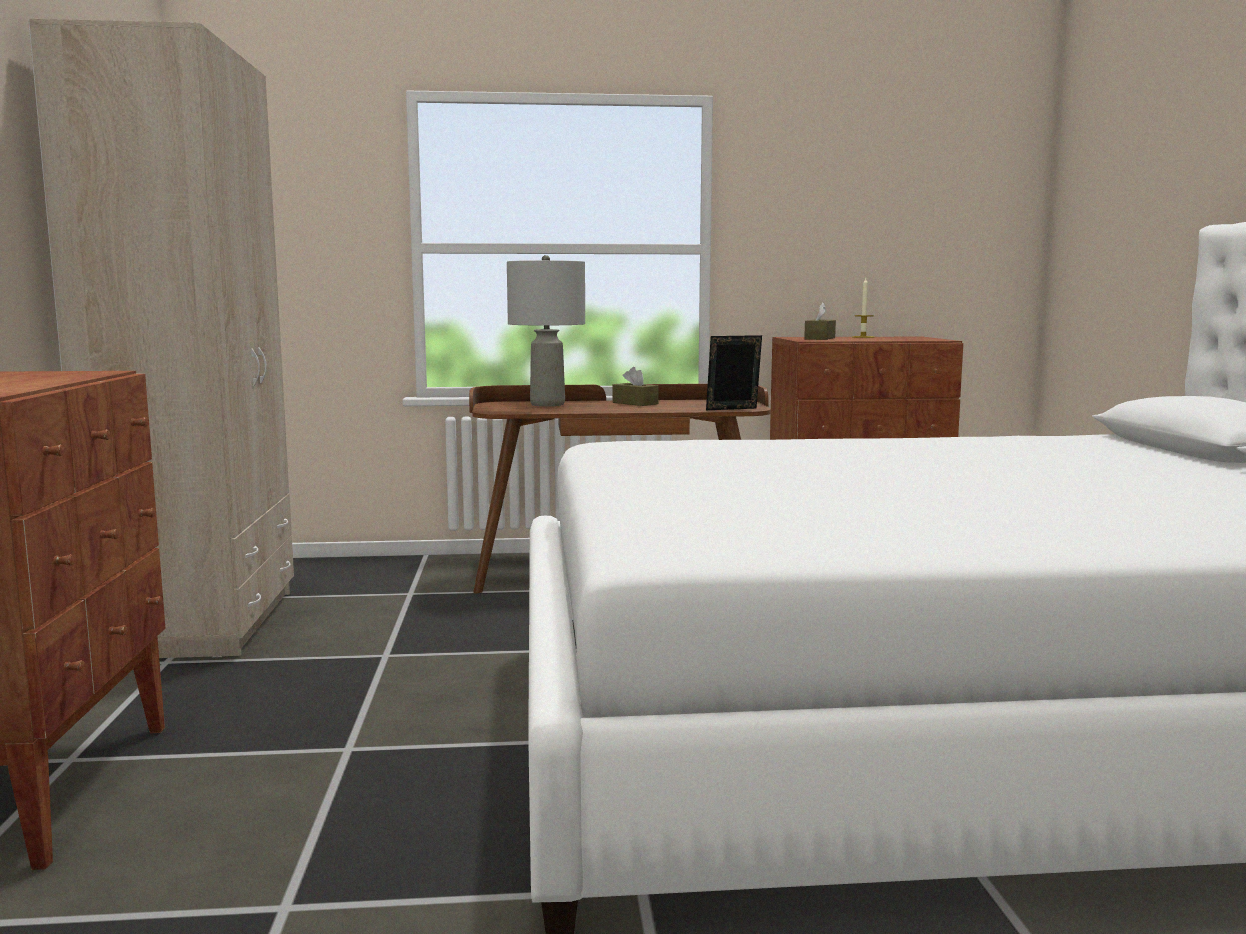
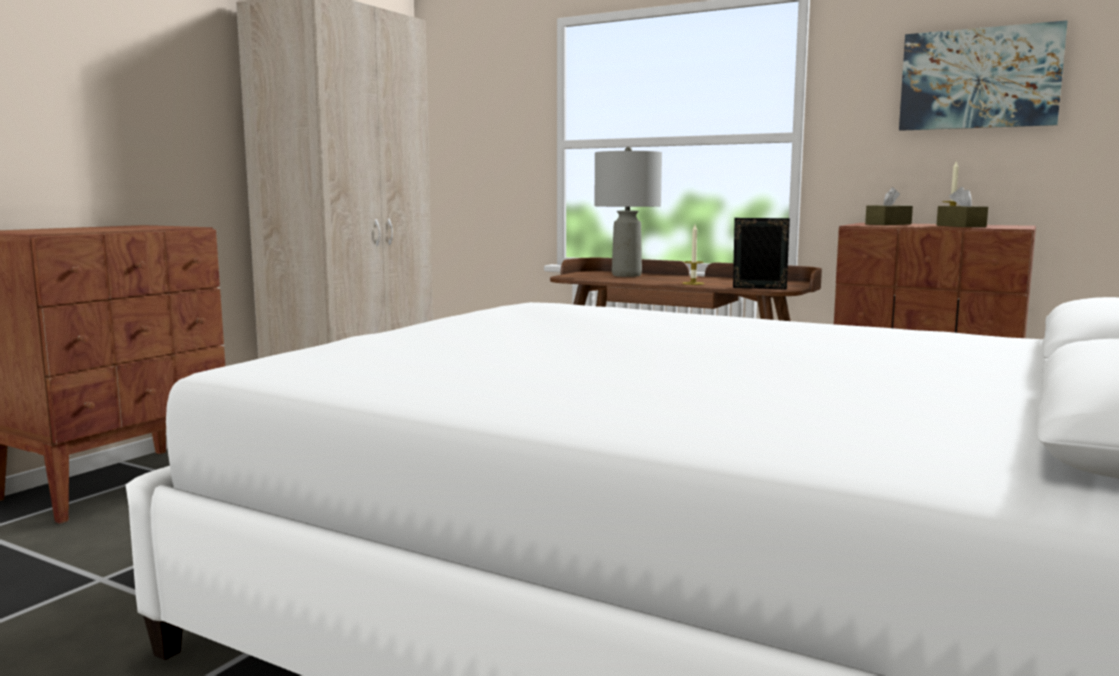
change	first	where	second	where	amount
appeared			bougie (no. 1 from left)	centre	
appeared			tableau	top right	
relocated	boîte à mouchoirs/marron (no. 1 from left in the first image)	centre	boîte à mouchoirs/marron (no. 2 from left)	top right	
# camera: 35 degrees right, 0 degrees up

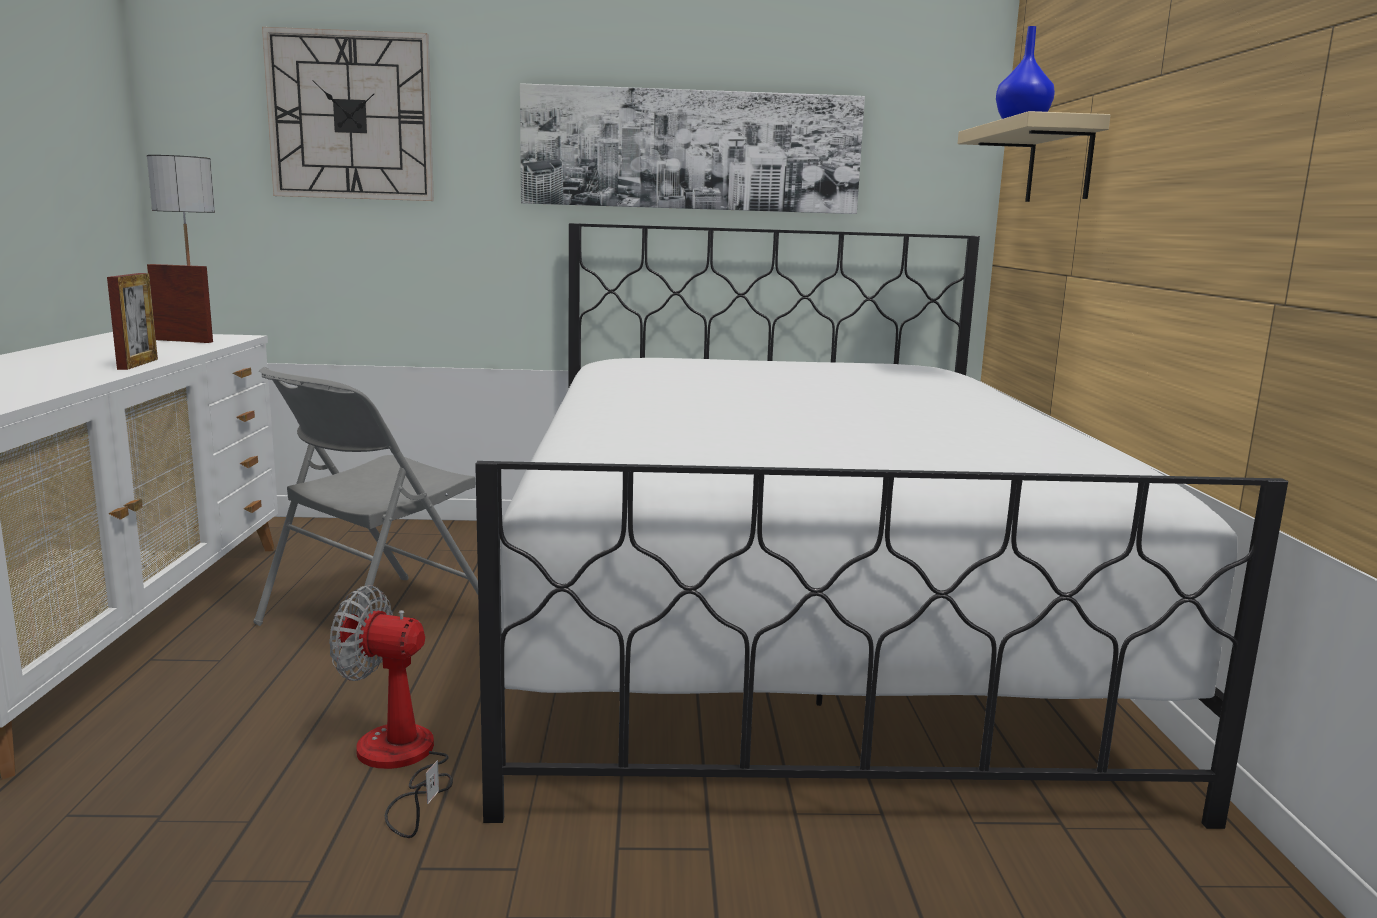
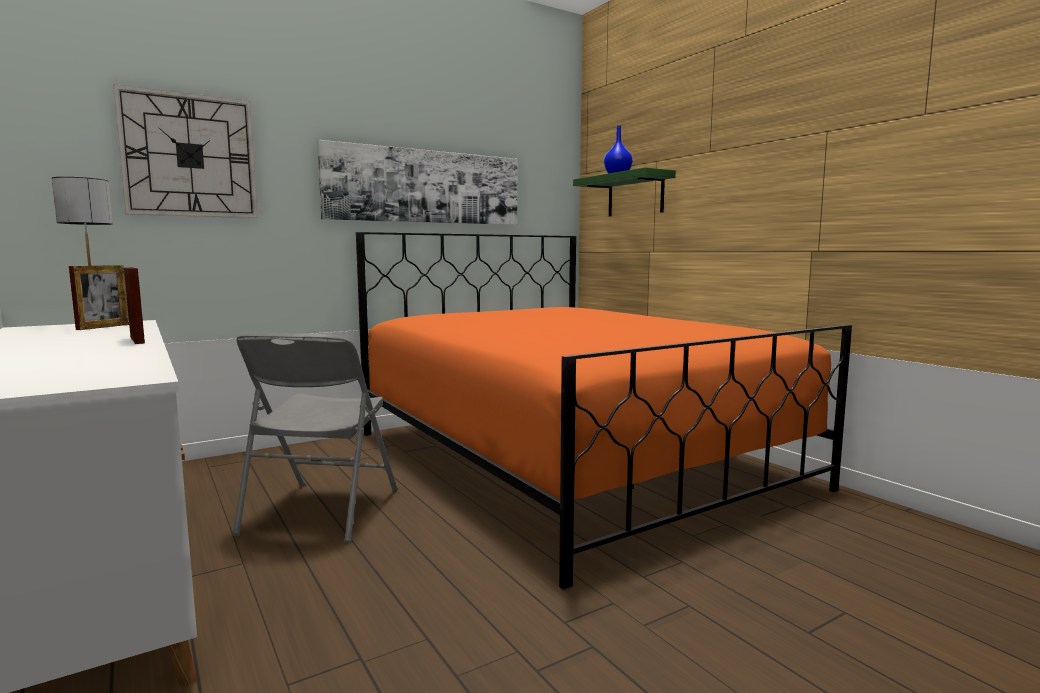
change	first	where	second	where	amount
missing	ventilateur	bottom left			
colour	lit/blanc	centre	lit/orange	centre	
colour	étagère/beige	top right	étagère/vert	top centre	
spun	cadre photo (no. 2 from left in the first image)	top left	cadre photo (no. 1 from left)	middle left	135 degrees clockwise
# camera: 30 degrees left, 5 degrees down

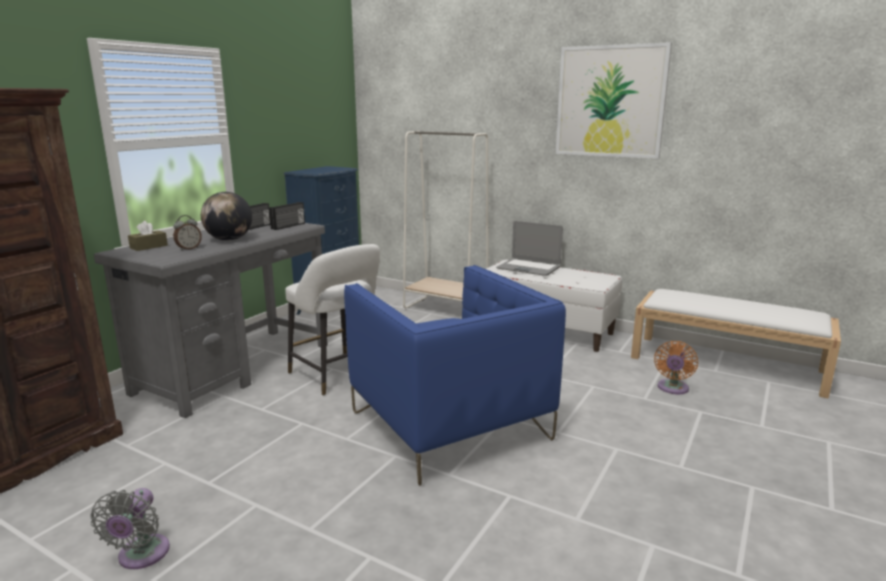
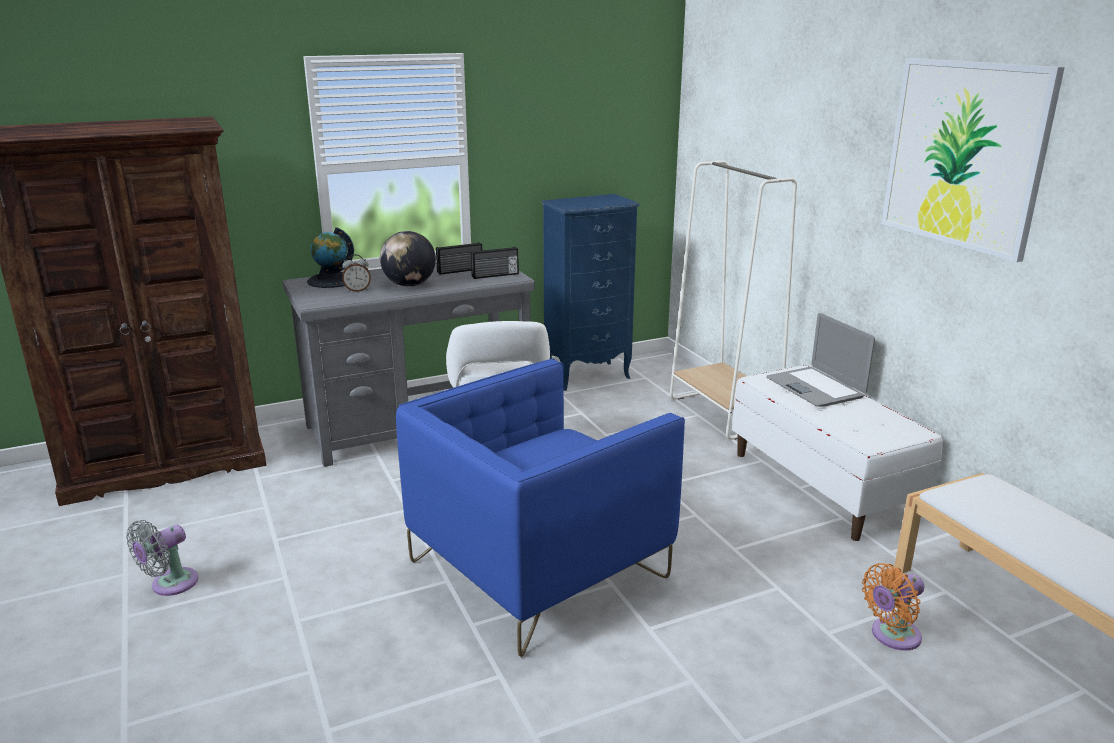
change	first	where	second	where	amount
exchanged	boîte à mouchoirs/marron	middle left	globe (no. 1 from left)	middle left	
spun	fauteuil/bleu	centre		bottom centre	45 degrees clockwise
# camera: 35 degrees right, 5 degrees up

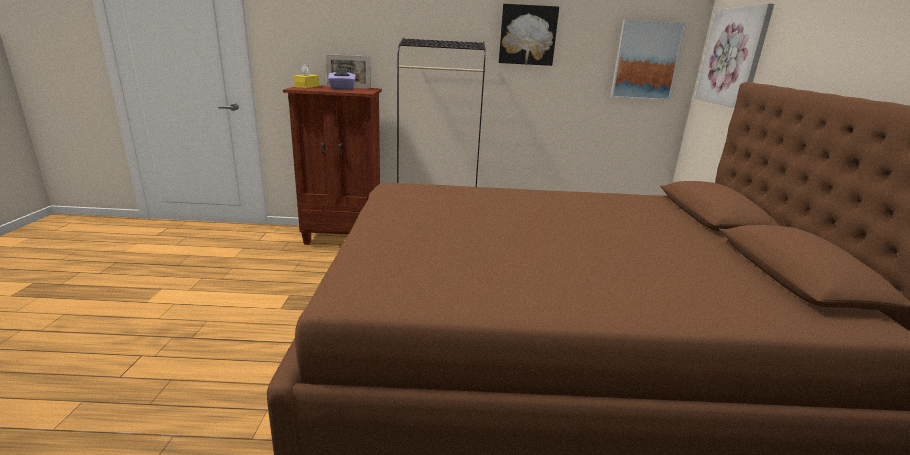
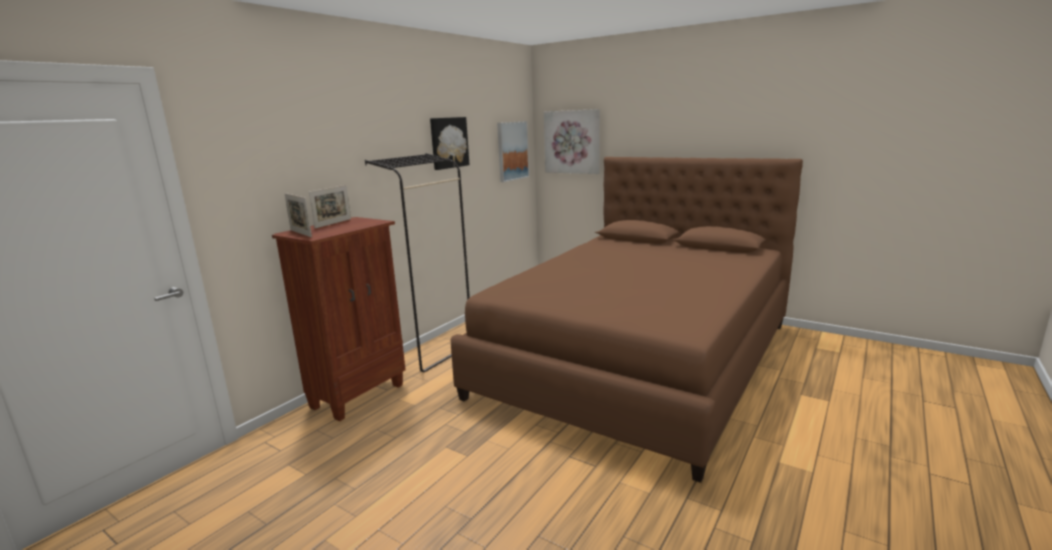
change	first	where	second	where	amount
missing	boîte à mouchoirs/violet	top centre			
exchanged	boîte à mouchoirs/jaune	top centre	cadre photo (no. 1 from left)	middle left	
# camera: 55 degrees left, 5 degrees down

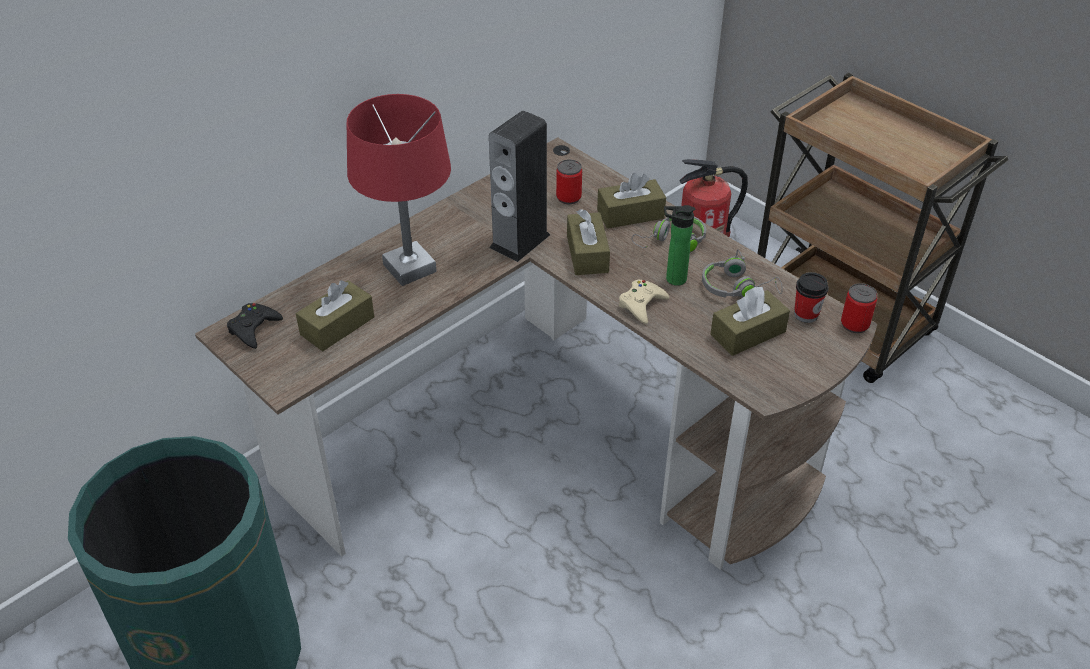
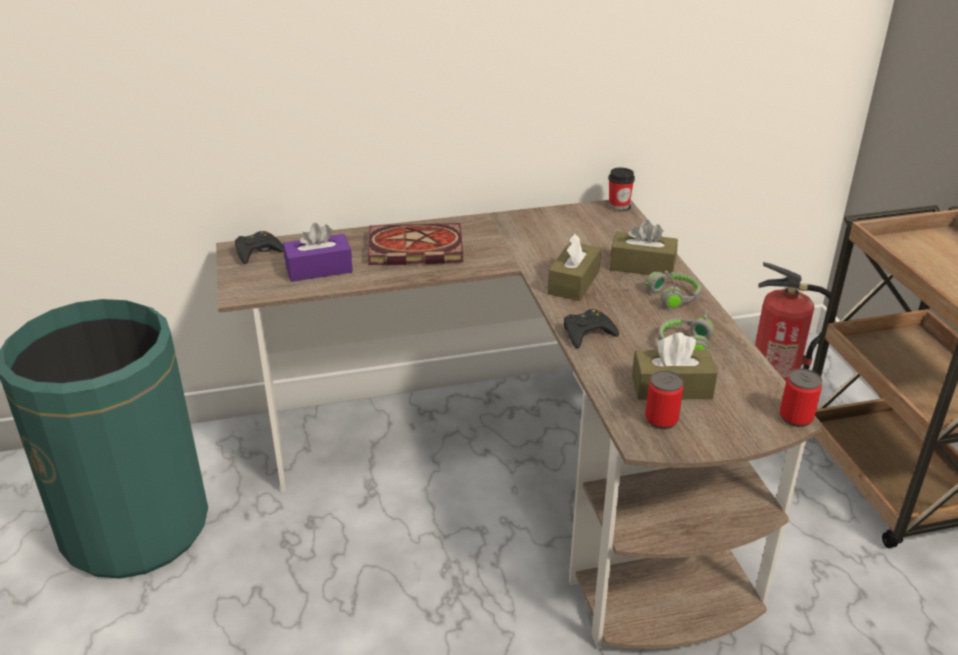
change	first	where	second	where	amount
missing	enceinte	top centre			
missing	bouteille	centre			
relocated	boîte métallique (no. 1 from left)	top centre		middle right	
relocated	tasse	middle right		top centre	
exchanged	lampe de table/rouge	top centre	livre	centre	
colour	boîte à mouchoirs/marron (no. 1 from left)	middle left	boîte à mouchoirs/violet	middle left	
colour	manette/beige	centre	manette/noir (no. 2 from left)	centre	
# camera: 30 degrees right, 10 degrees down

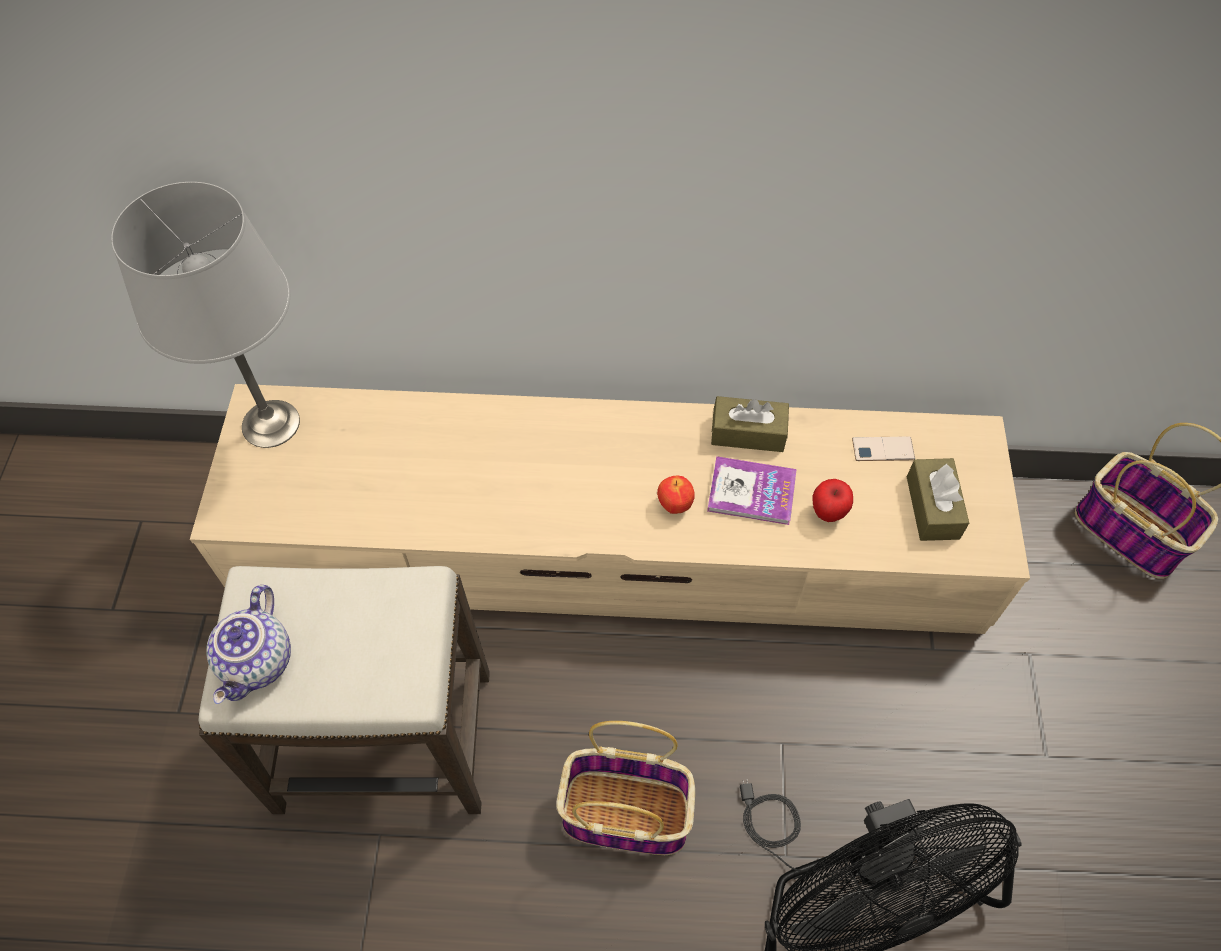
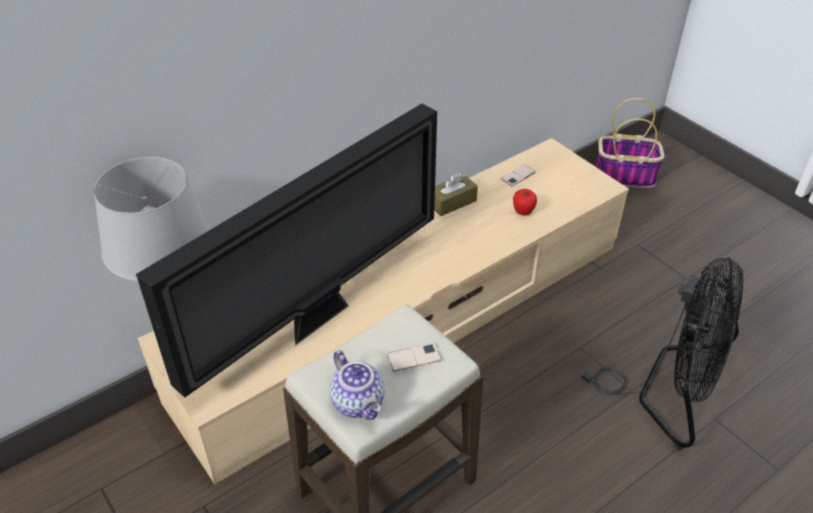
change	first	where	second	where	amount
missing	panier (no. 1 from left)	bottom centre			
missing	pomme (no. 1 from left)	centre			
missing	livre	centre			
missing	boîte à mouchoirs/marron (no. 2 from left)	middle right			
appeared			téléviseur	centre	
appeared			téléphone (no. 1 from left)	bottom centre	
# camera: 40 degrees left, 15 degrees down

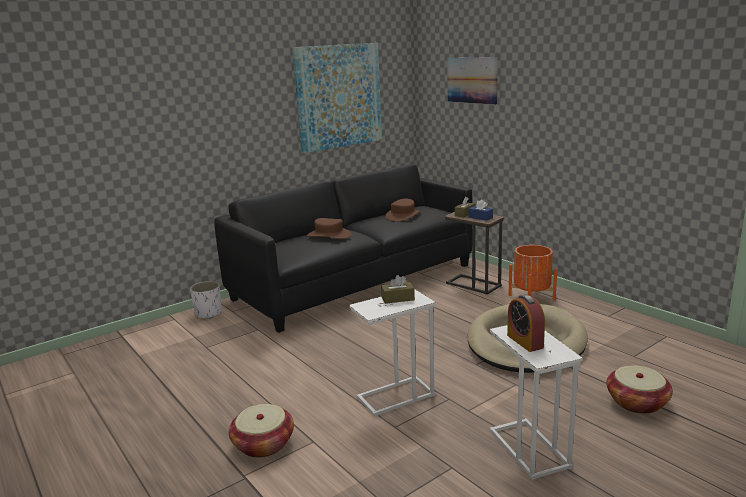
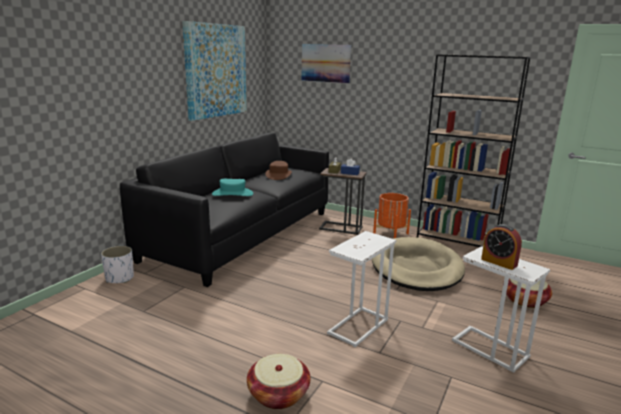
change	first	where	second	where	amount
missing	boîte à mouchoirs/marron (no. 1 from left)	centre			
appeared			bibliothèque/beige	middle right	
colour	chapeau/marron (no. 1 from left)	centre	chapeau/turquoise	centre	
# camera: 25 degrees left, 0 degrees up

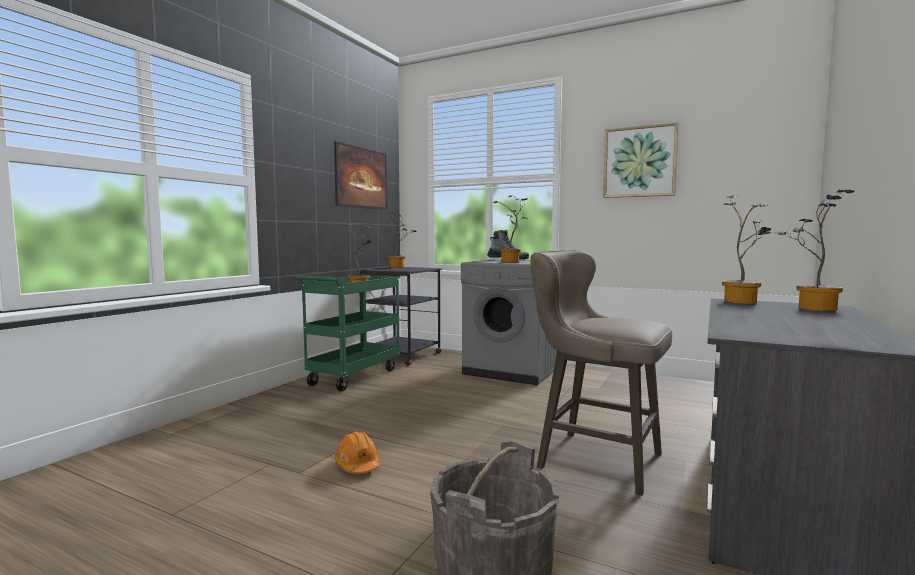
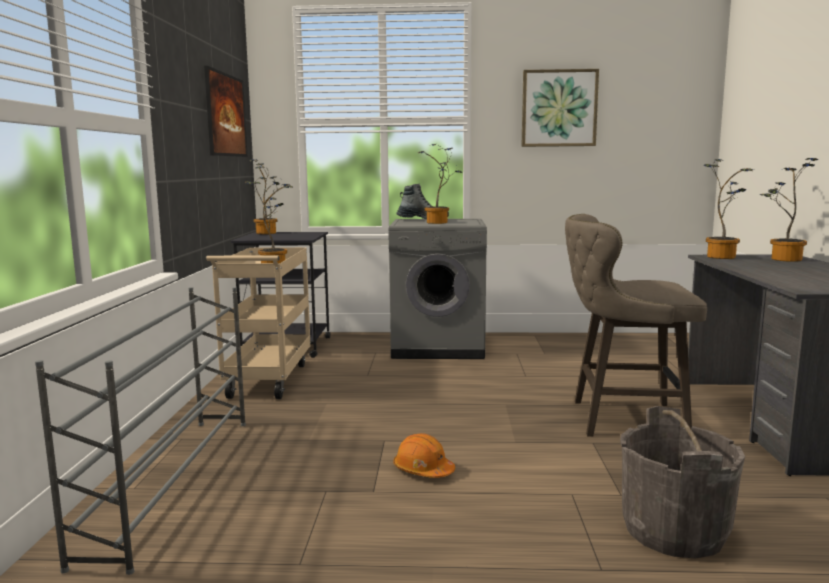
change	first	where	second	where	amount
appeared			étagère à chaussures/gris	bottom left	
colour	chariot/vert	centre	chariot/beige	middle left	
# camera: 25 degrees left, 5 degrees up

